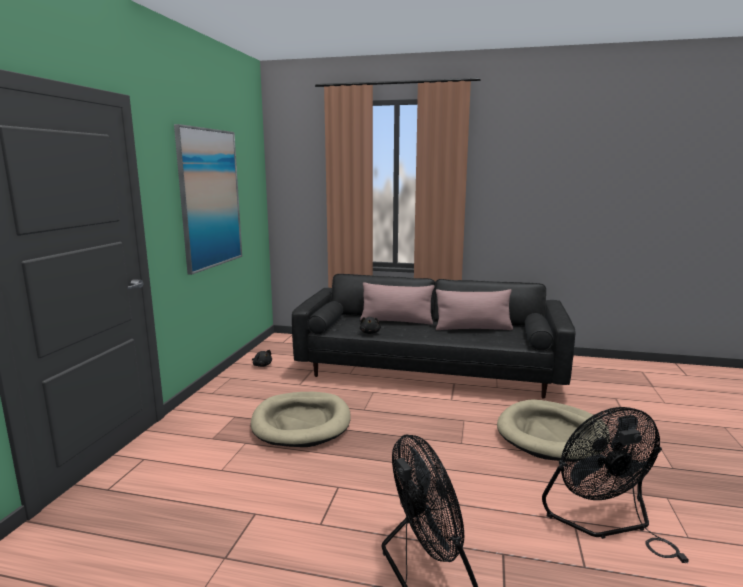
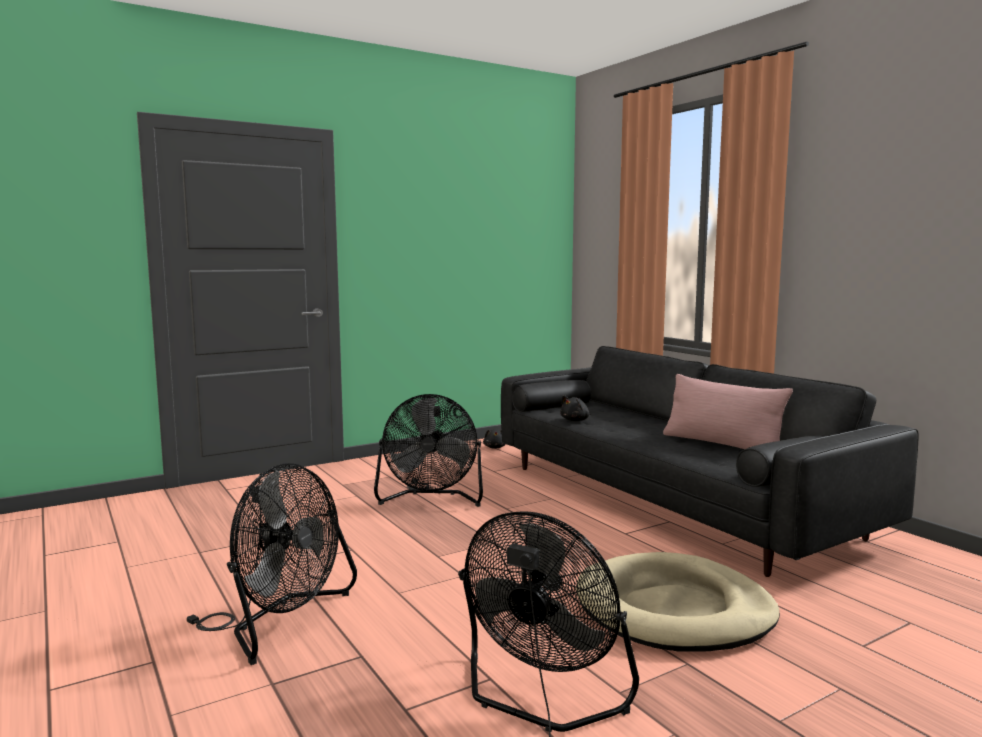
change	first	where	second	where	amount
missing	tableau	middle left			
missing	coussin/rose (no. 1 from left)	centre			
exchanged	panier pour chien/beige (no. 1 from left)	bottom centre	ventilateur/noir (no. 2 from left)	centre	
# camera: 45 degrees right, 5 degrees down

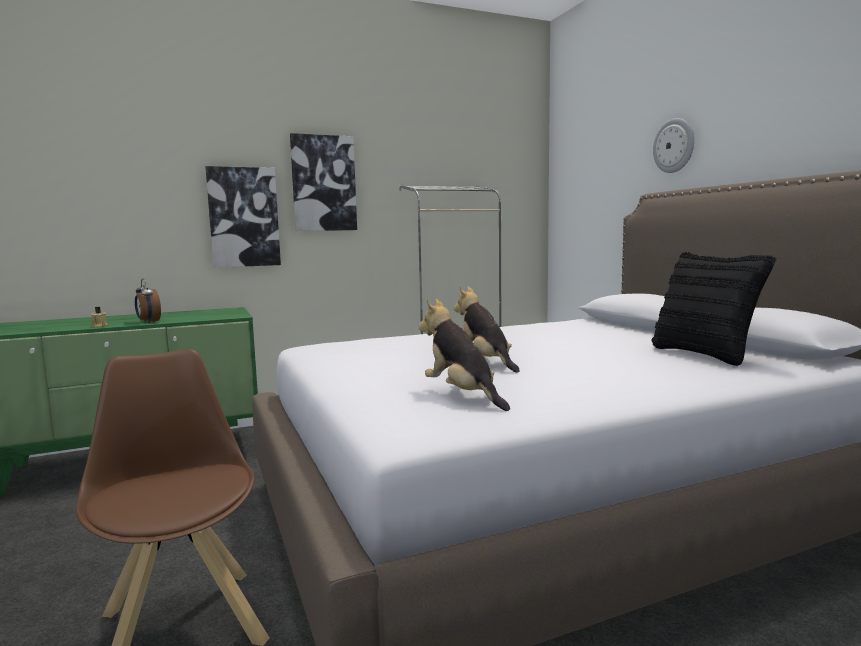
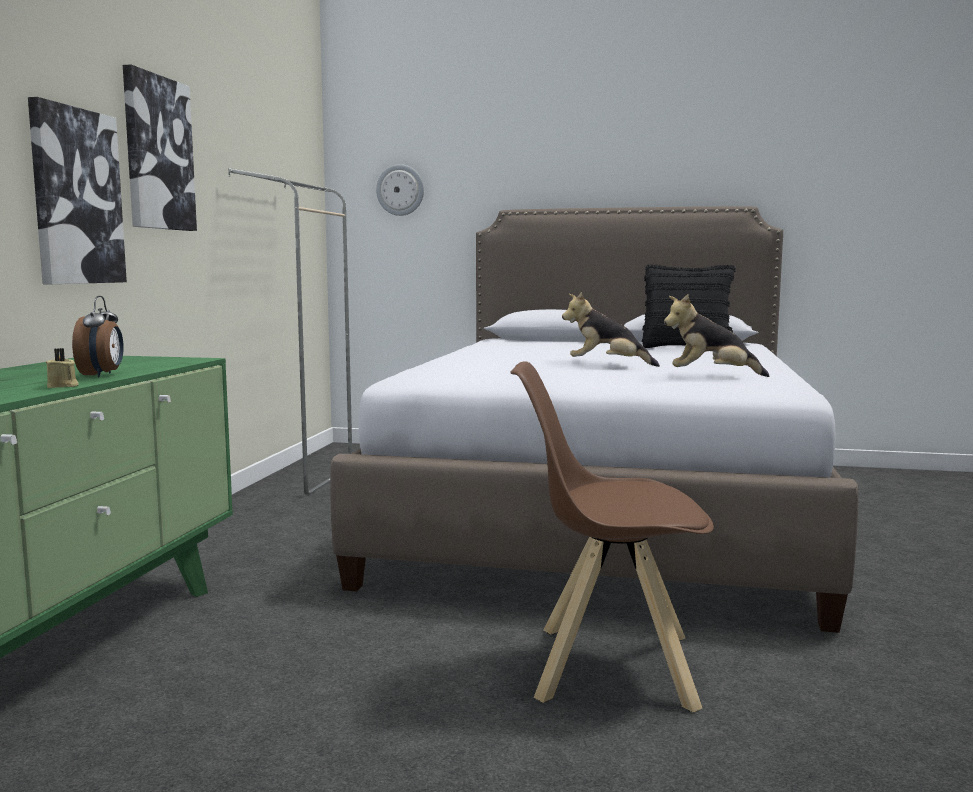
change	first	where	second	where	amount
relocated	horloge murale	top right		top centre	
spun	réveil	middle left		middle left	90 degrees counterclockwise
# camera: 55 degrees left, 0 degrees up

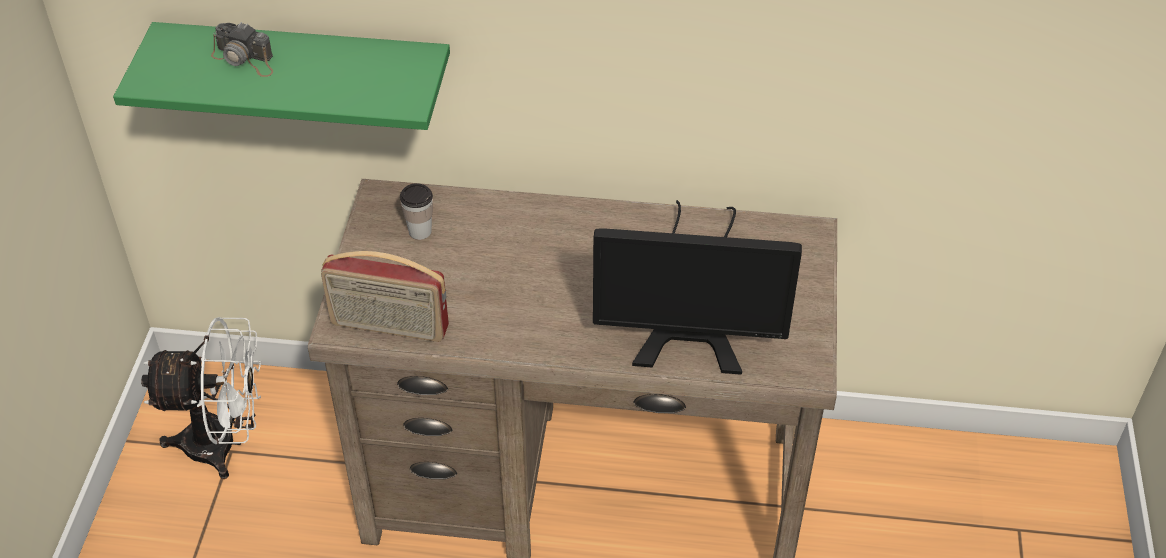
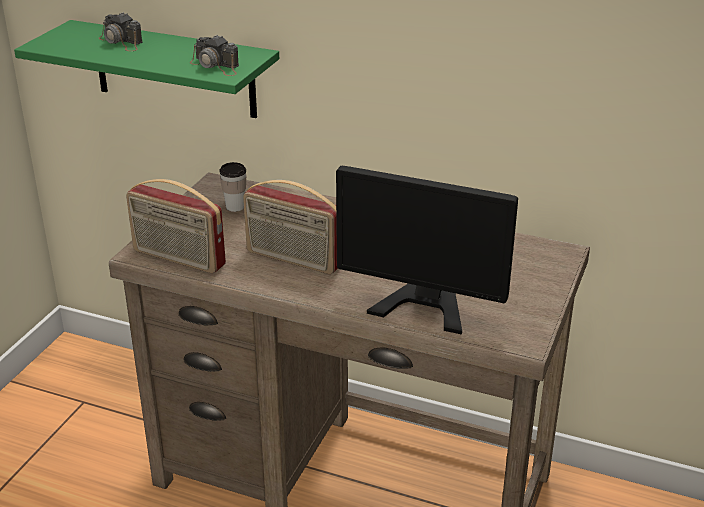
change	first	where	second	where	amount
missing	ventilateur/blanc	bottom left			
appeared			appareil photo (no. 2 from left)	top left	
appeared			radio (no. 2 from left)	centre	
# camera: 15 degrees right, 15 degrees down

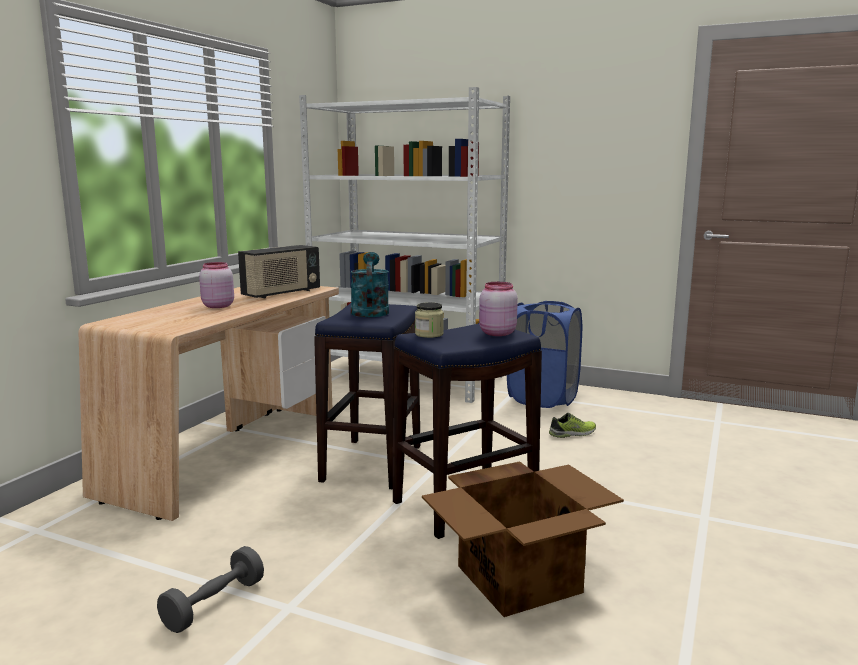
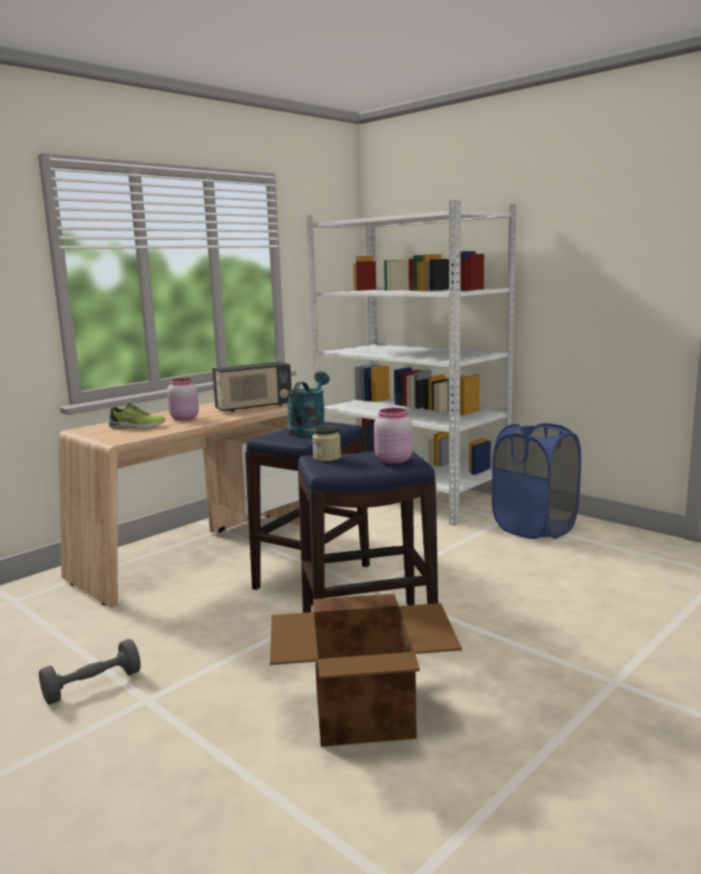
change	first	where	second	where	amount
relocated	chaussure	middle right		middle left	
# camera: 20 degrees right, 0 degrees up

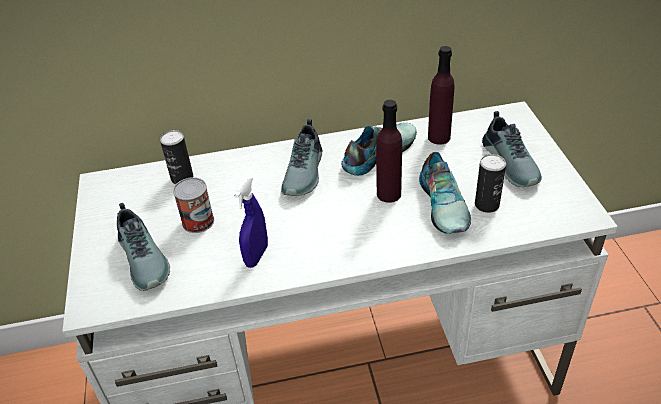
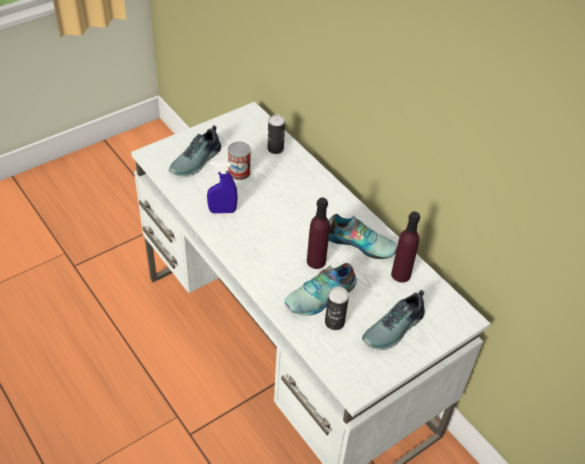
change	first	where	second	where	amount
missing	chaussure (no. 2 from left)	centre			
# camera: 60 degrees right, 5 degrees up

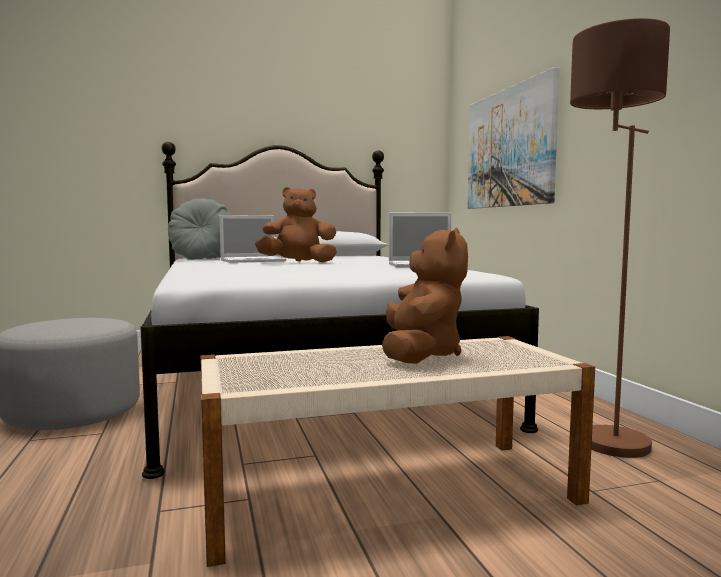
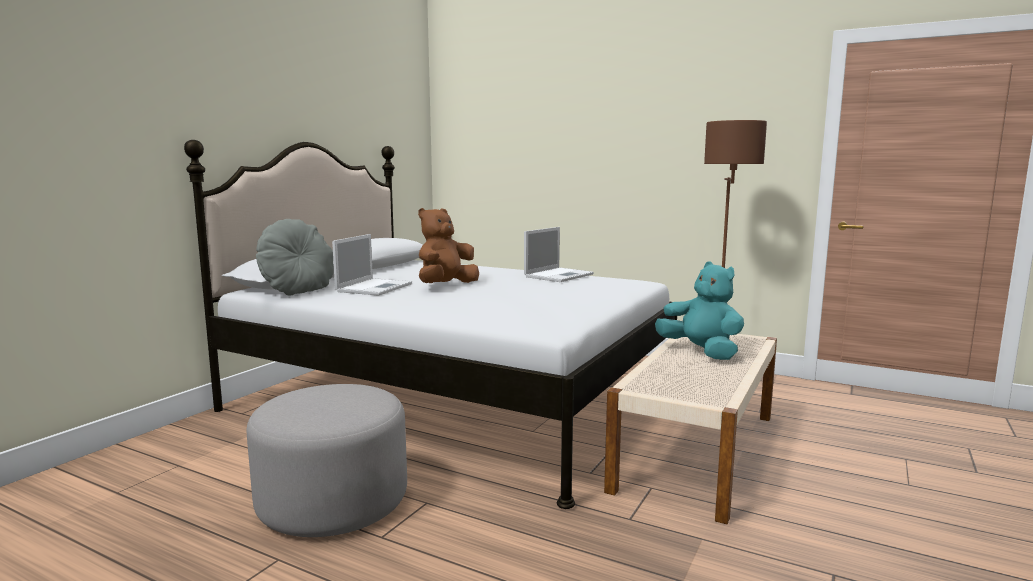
change	first	where	second	where	amount
missing	tableau	top right			
colour	peluche/marron (no. 2 from left)	centre	peluche/turquoise	middle right	
# camera: 45 degrees left, 5 degrees up

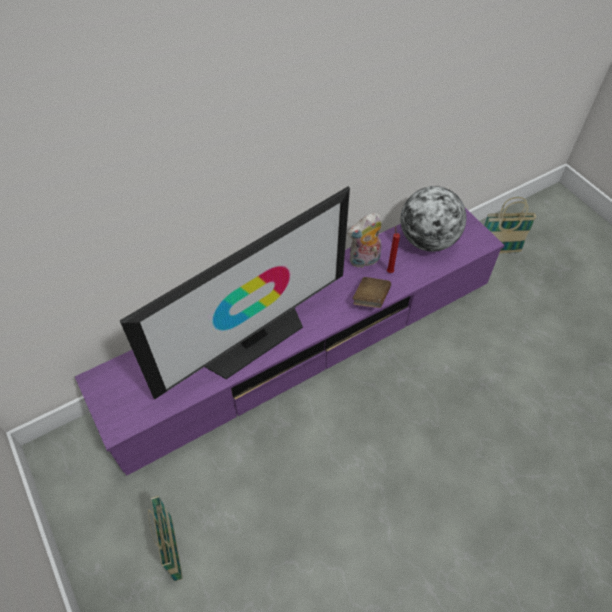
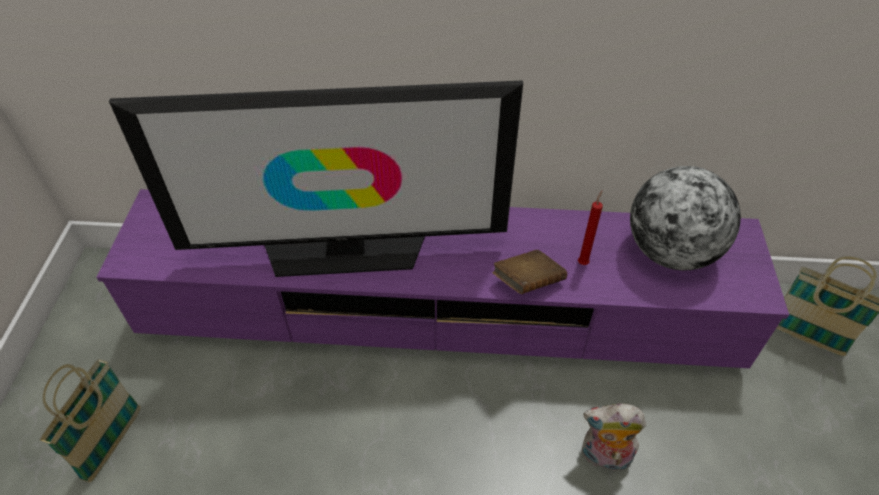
change	first	where	second	where	amount
relocated	peluche	centre		bottom right	
# camera: 35 degrees right, 5 degrees down

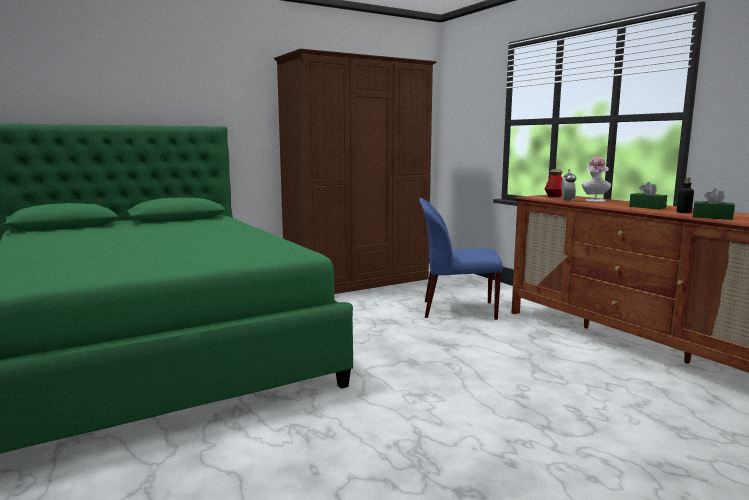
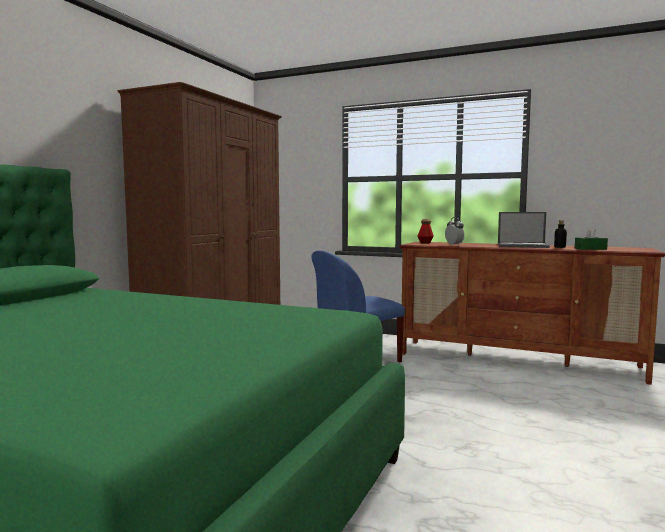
change	first	where	second	where	amount
missing	chapeau	middle right			
exchanged	boîte à mouchoirs/vert (no. 1 from left)	middle right	ordinateur portable	middle right	
# camera: 35 degrees left, 5 degrees down

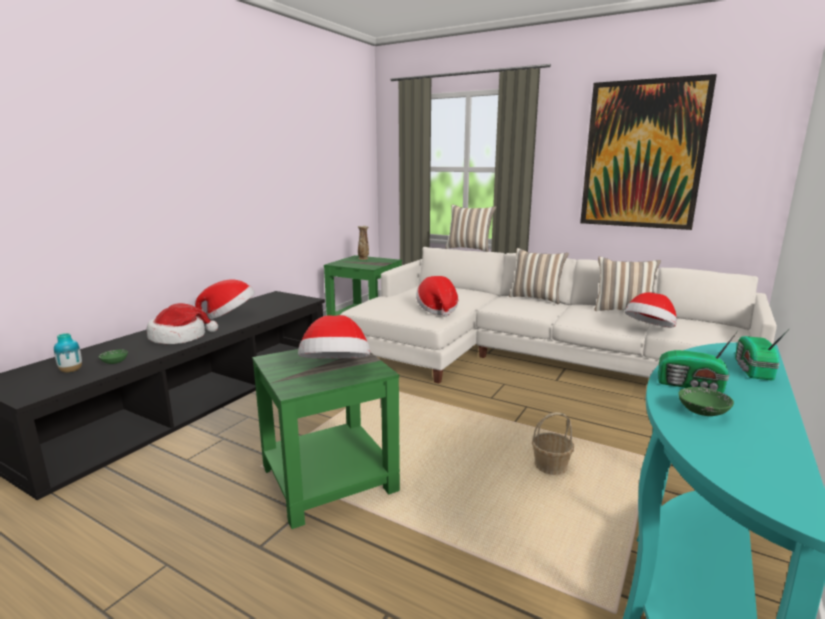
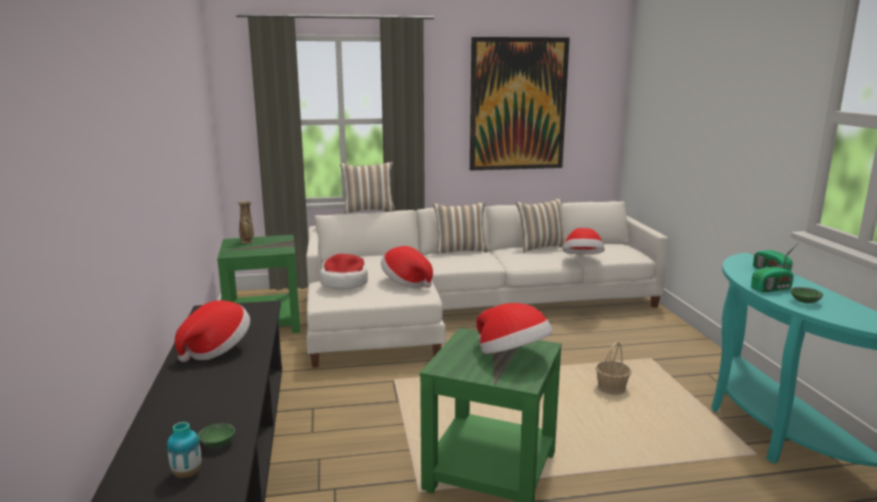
change	first	where	second	where	amount
relocated	chapeau (no. 1 from left in the first image)	middle left	chapeau (no. 2 from left)	centre	
# camera: 40 degrees left, 0 degrees up

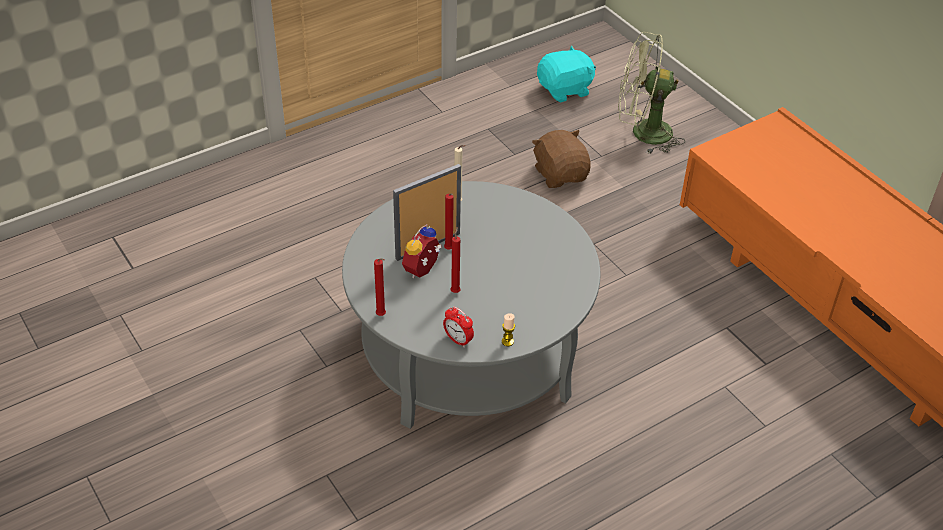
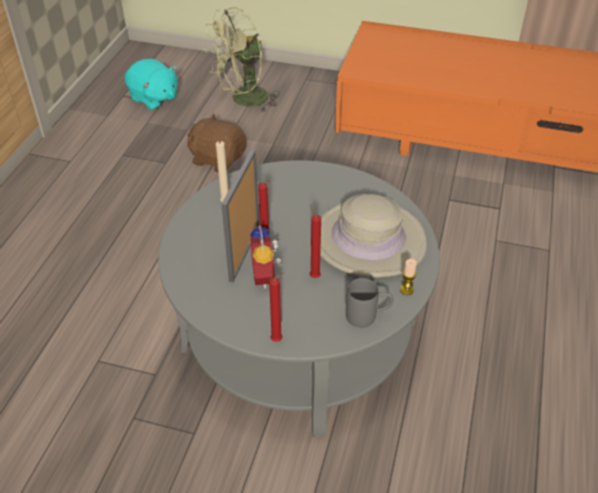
change	first	where	second	where	amount
appeared			chapeau/beige	centre	
exchanged	réveil (no. 2 from left)	centre	mug/gris	centre	
spun	peluche/turquoise	top centre		top left	105 degrees clockwise
# camera: 40 degrees left, 0 degrees up

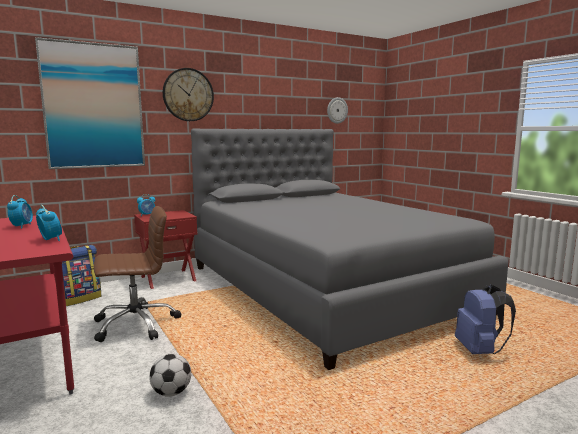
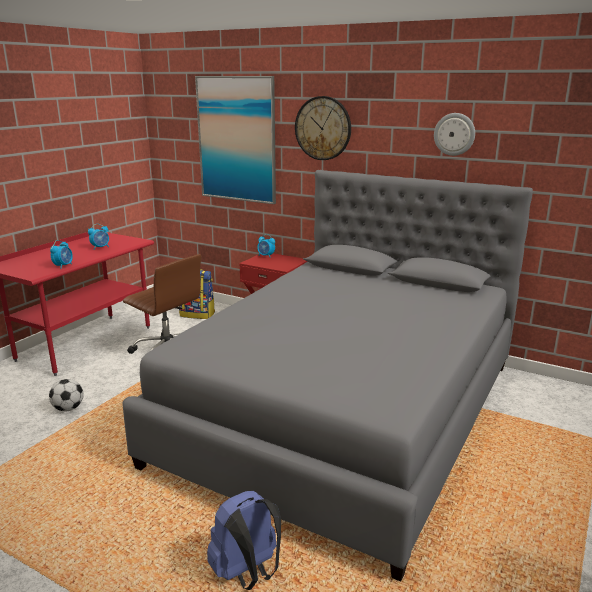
change	first	where	second	where	amount
relocated	horloge murale (no. 2 from left)	top centre		top right	
# camera: 60 degrees right, 10 degrees up

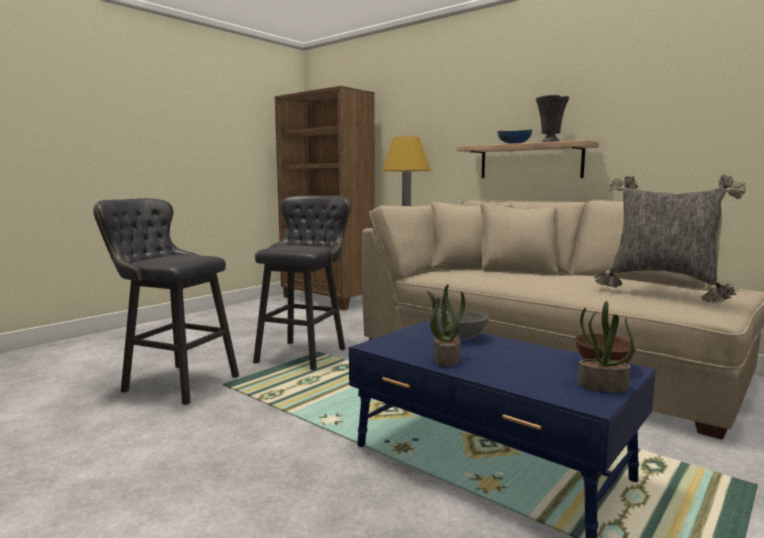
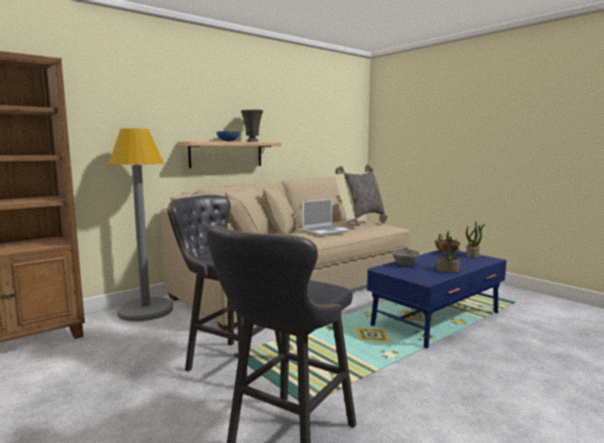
change	first	where	second	where	amount
appeared			ordinateur portable	centre	
# camera: 80 degrees left, 0 degrees up

